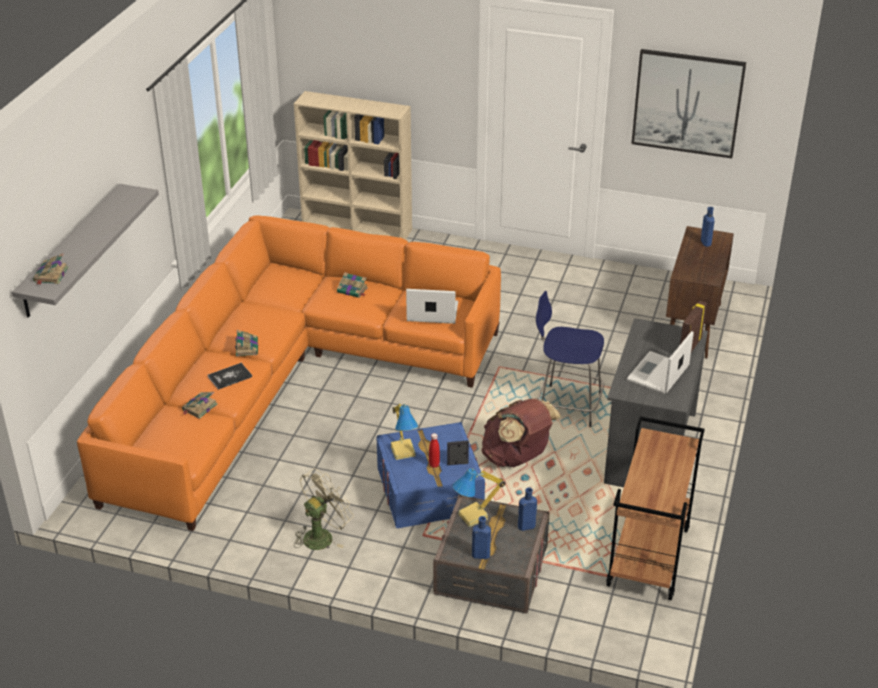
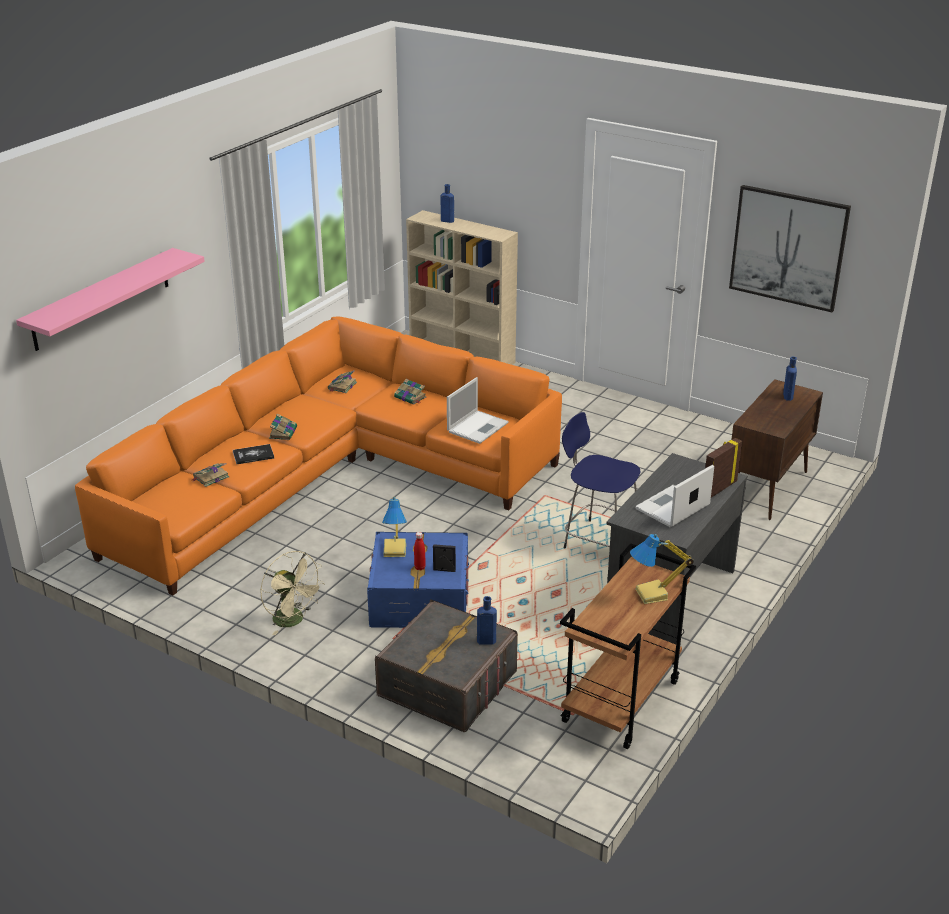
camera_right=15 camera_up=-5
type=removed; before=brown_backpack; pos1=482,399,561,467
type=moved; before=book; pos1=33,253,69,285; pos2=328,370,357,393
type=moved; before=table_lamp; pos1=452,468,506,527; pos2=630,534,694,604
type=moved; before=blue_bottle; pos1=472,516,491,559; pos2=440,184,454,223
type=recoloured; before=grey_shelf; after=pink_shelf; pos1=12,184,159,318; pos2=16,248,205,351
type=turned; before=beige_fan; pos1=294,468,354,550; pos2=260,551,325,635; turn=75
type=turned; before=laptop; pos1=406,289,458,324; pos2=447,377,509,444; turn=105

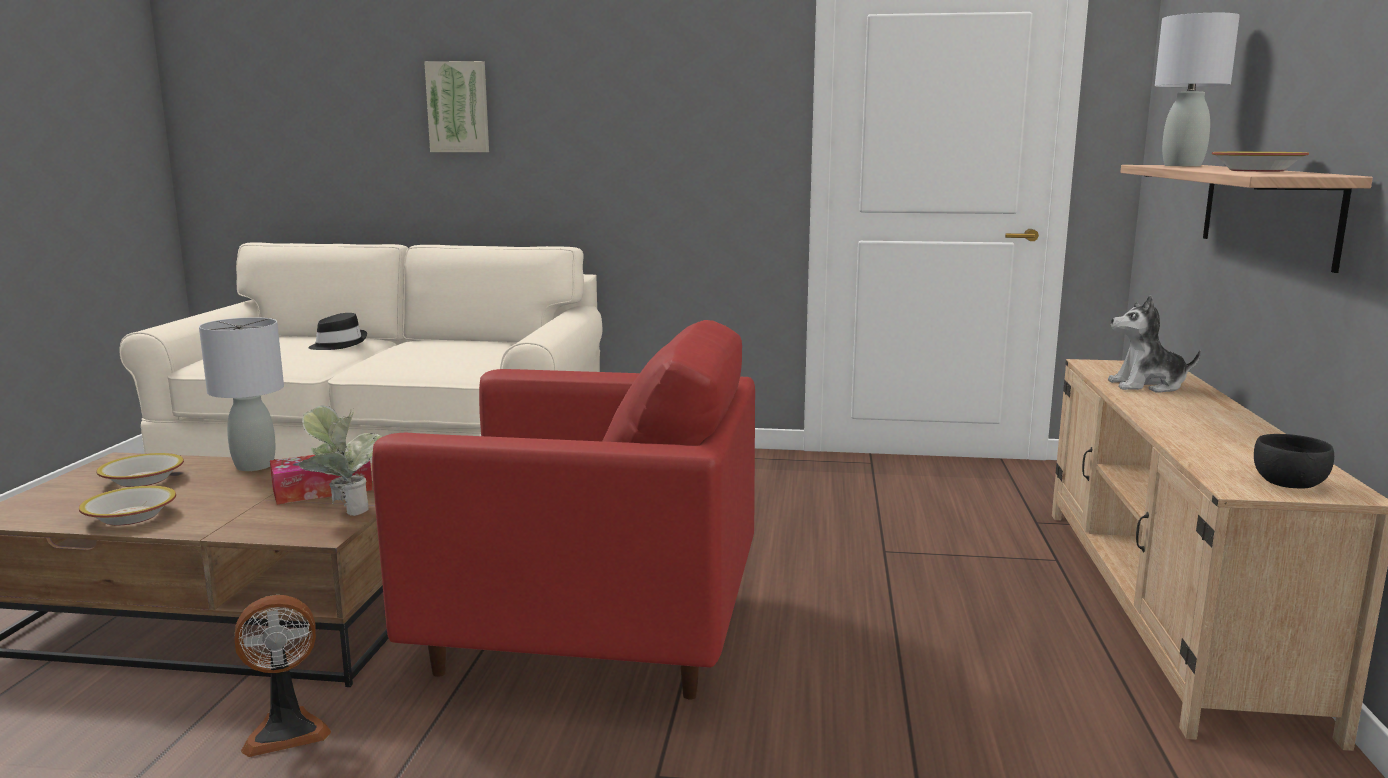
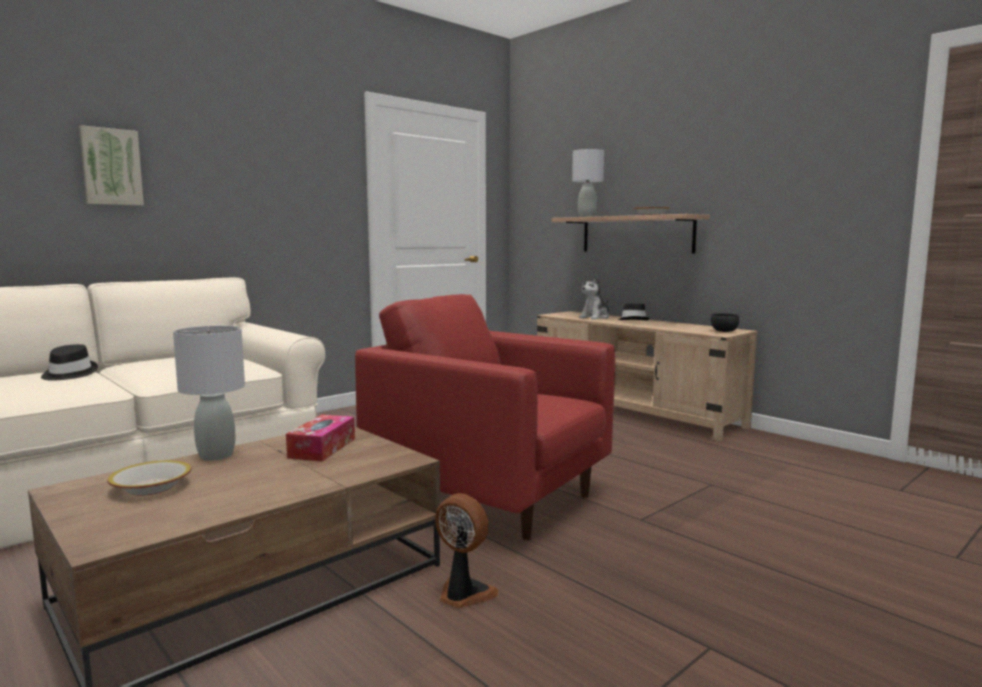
camera_right=-50 camera_up=-5
type=removed; before=bowl; pos1=79,486,176,525
type=removed; before=potted_plant; pos1=299,405,382,516
type=added; after=black_hat; pos2=618,303,650,320
type=turned; before=fan; pos1=234,595,331,757; pos2=435,493,498,608; turn=-75
type=turned; before=red_armchair; pos1=372,320,755,699; pos2=355,294,615,540; turn=-105

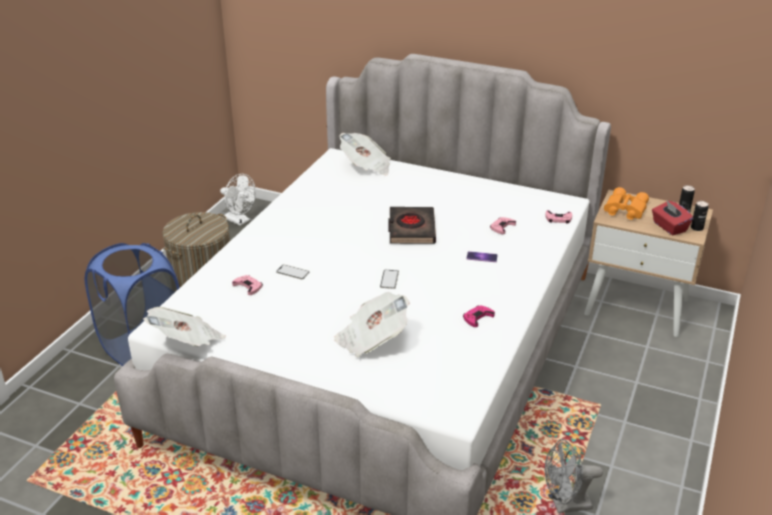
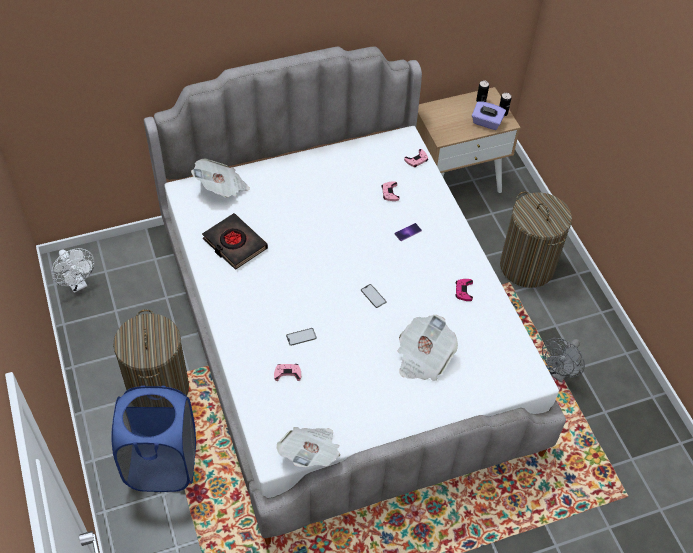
camera_right=-45 camera_up=20
type=removed; before=orange_binoculars; pos1=604,187,649,220
type=added; after=laundry_basket; pos2=500,191,572,288
type=moved; before=black_book; pos1=388,207,436,244; pos2=202,213,268,270
type=recoloured; before=red_tissue_box; after=purple_tissue_box; pos1=652,201,693,235; pos2=472,101,506,130
type=turned; before=white_fan; pos1=220,174,256,226; pos2=51,248,94,293; turn=60

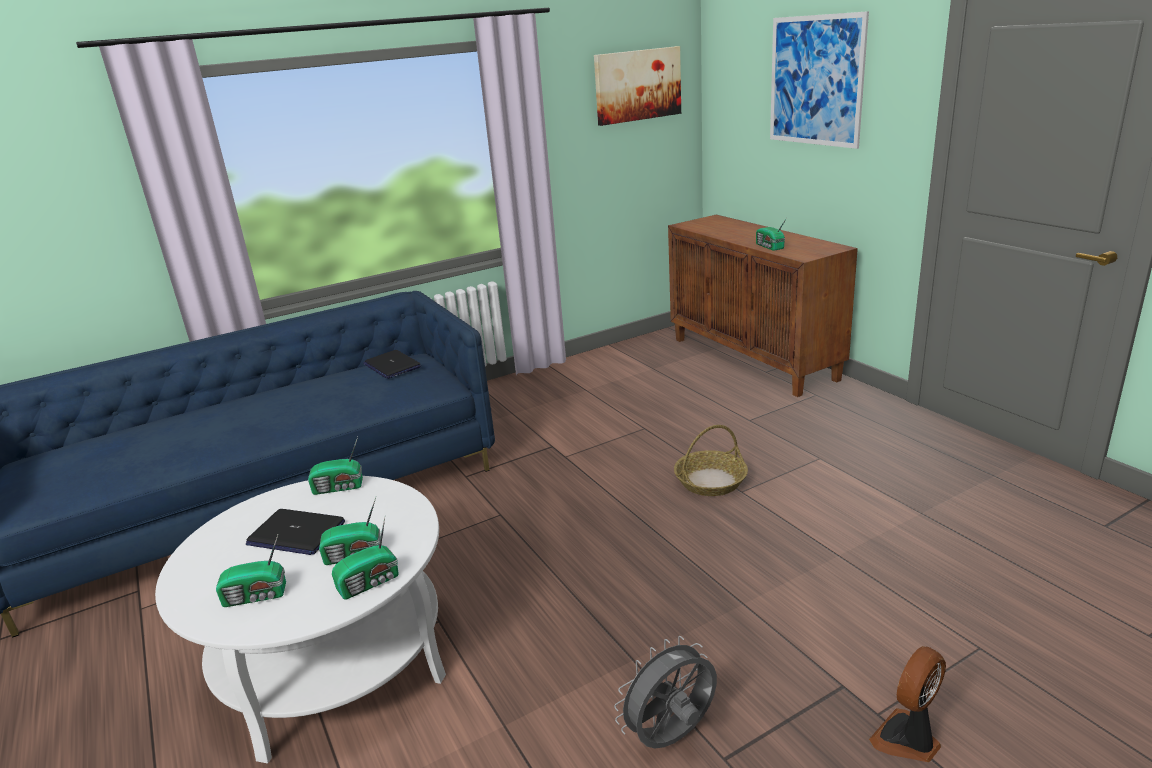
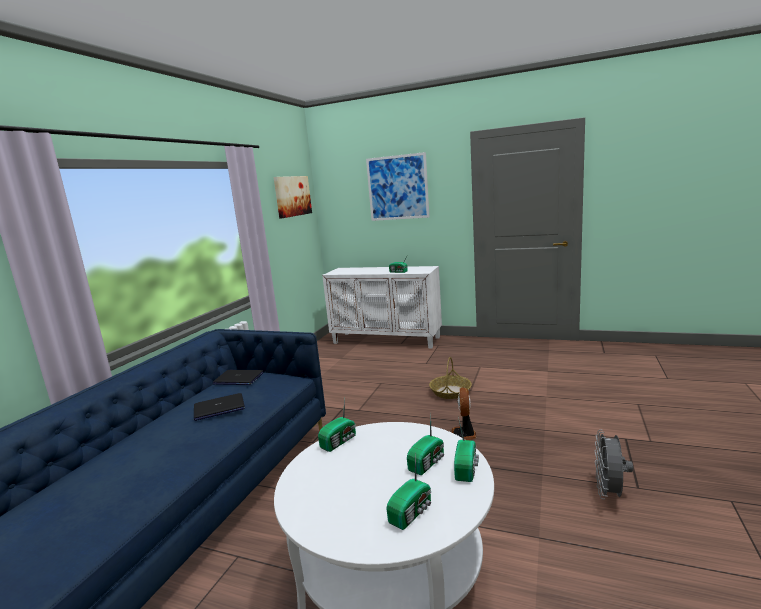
camera_right=-40 camera_up=-10
type=moved; before=laptop; pos1=246,509,345,555; pos2=194,393,245,421
type=moved; before=fan; pos1=869,646,946,762; pos2=452,387,476,440
type=recoloured; before=brown_cabinet; after=white_cabinet; pos1=668,215,858,397; pos2=322,266,442,349

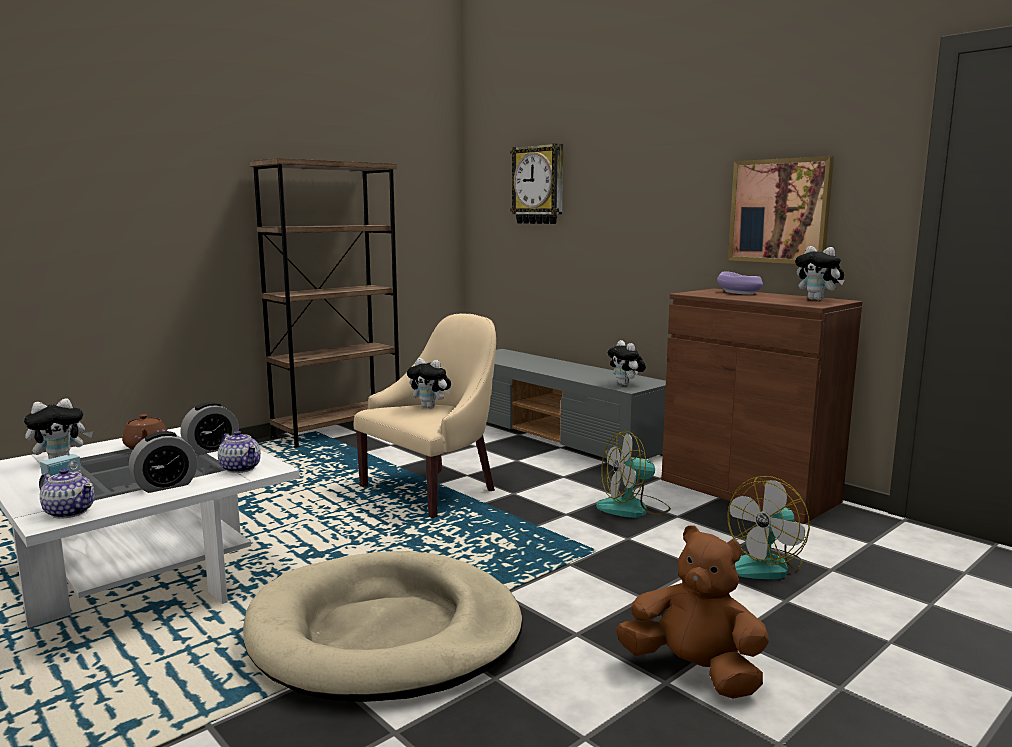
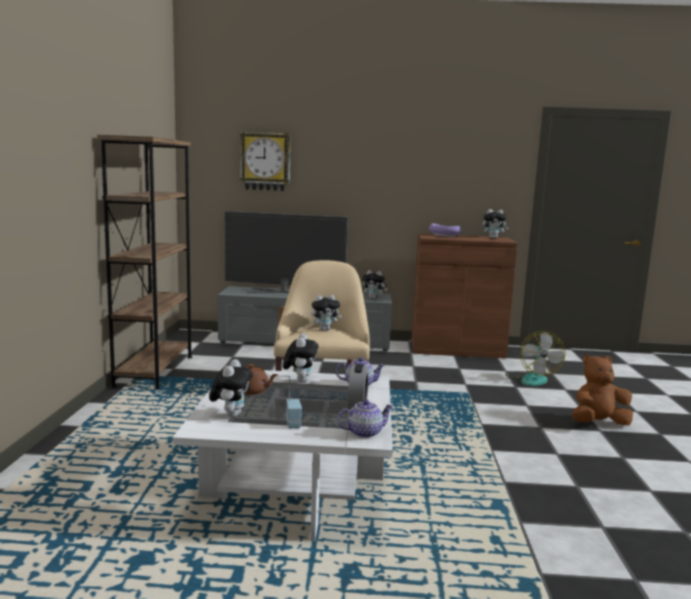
camera_right=-45 camera_up=0
type=removed; before=beige_dog_bed; pos1=243,551,523,702
type=removed; before=fan; pos1=596,431,671,518
type=removed; before=picture; pos1=728,156,834,264
type=added; after=television; pos2=225,211,348,293
type=replaced; before=alarm_clock; after=plush_toy; pos1=180,402,239,455; pos2=283,333,318,383

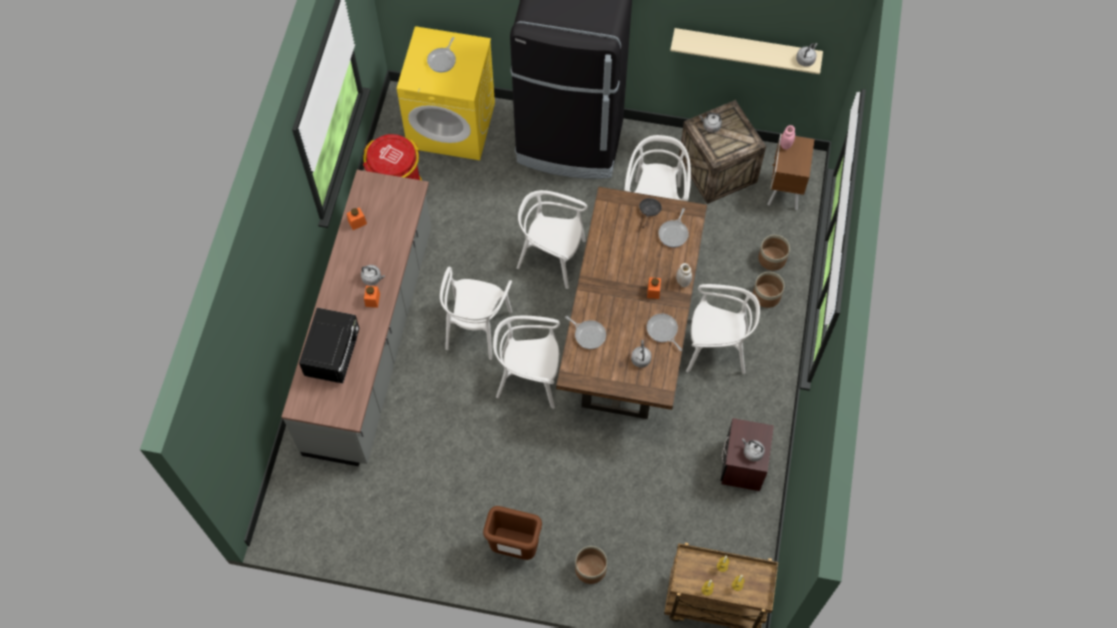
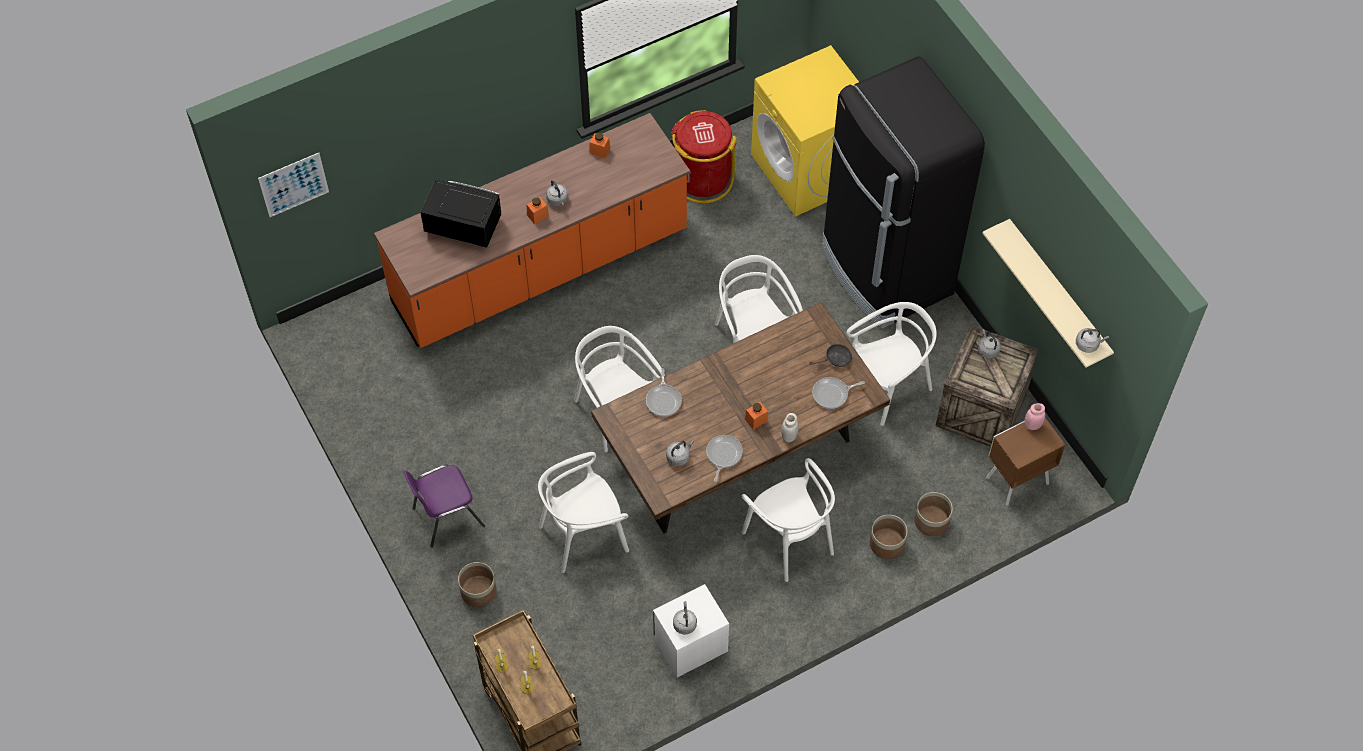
camera_right=50 camera_up=-5
type=removed; before=frying_pan; pos1=427,37,456,72
type=added; after=picture; pos2=258,153,329,217
type=moved; before=white_chair; pos1=440,267,512,360; pos2=538,452,629,573
type=replaced; before=brown_trash_can; after=purple_chair; pos1=483,506,542,560; pos2=403,465,485,548
type=recoloured; before=grey_counter; after=orange_counter; pos1=281,170,431,466; pos2=374,113,690,348
type=recoloured; before=brown_nightstand; after=white_nightstand; pos1=720,418,774,491; pos2=653,584,729,678
type=turned; before=black_microwave; pos1=299,308,360,383; pos2=420,179,501,248; turn=-135

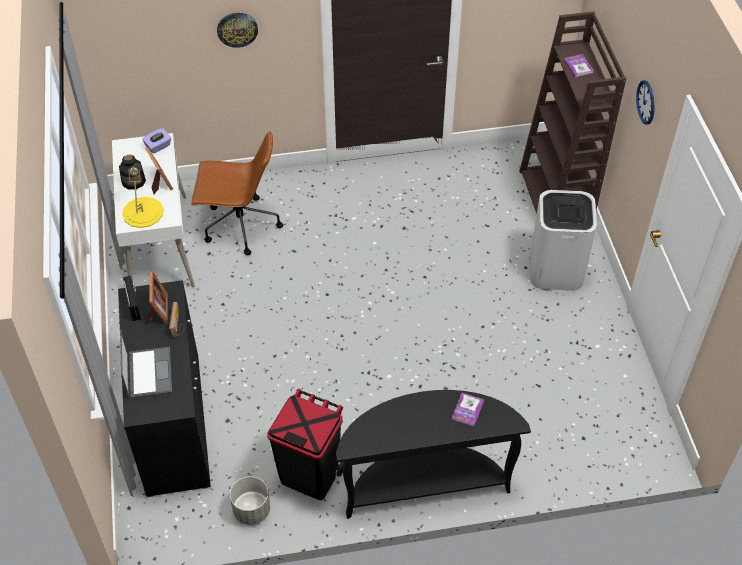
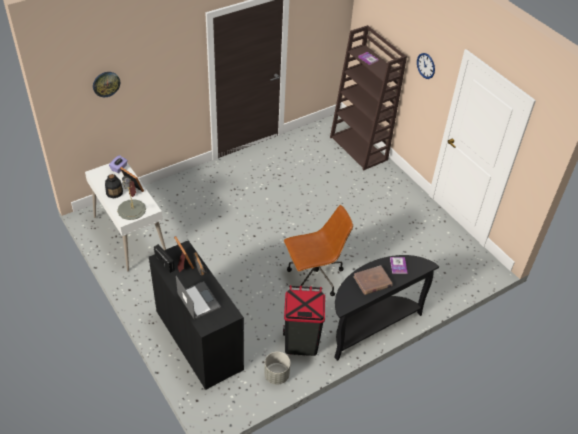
camera_right=-25 camera_up=-5
type=removed; before=white_trash_can; pos1=530,190,597,291
type=added; after=brown_book; pos2=354,265,393,295
type=moved; before=brown_office_chair; pos1=191,131,283,255; pos2=284,205,353,296
type=moved; before=wall_clock; pos1=217,13,258,48; pos2=93,72,120,97
type=recoloured; before=yellow_table_lamp; after=grey_table_lamp; pos1=122,163,164,228; pos2=117,176,146,220

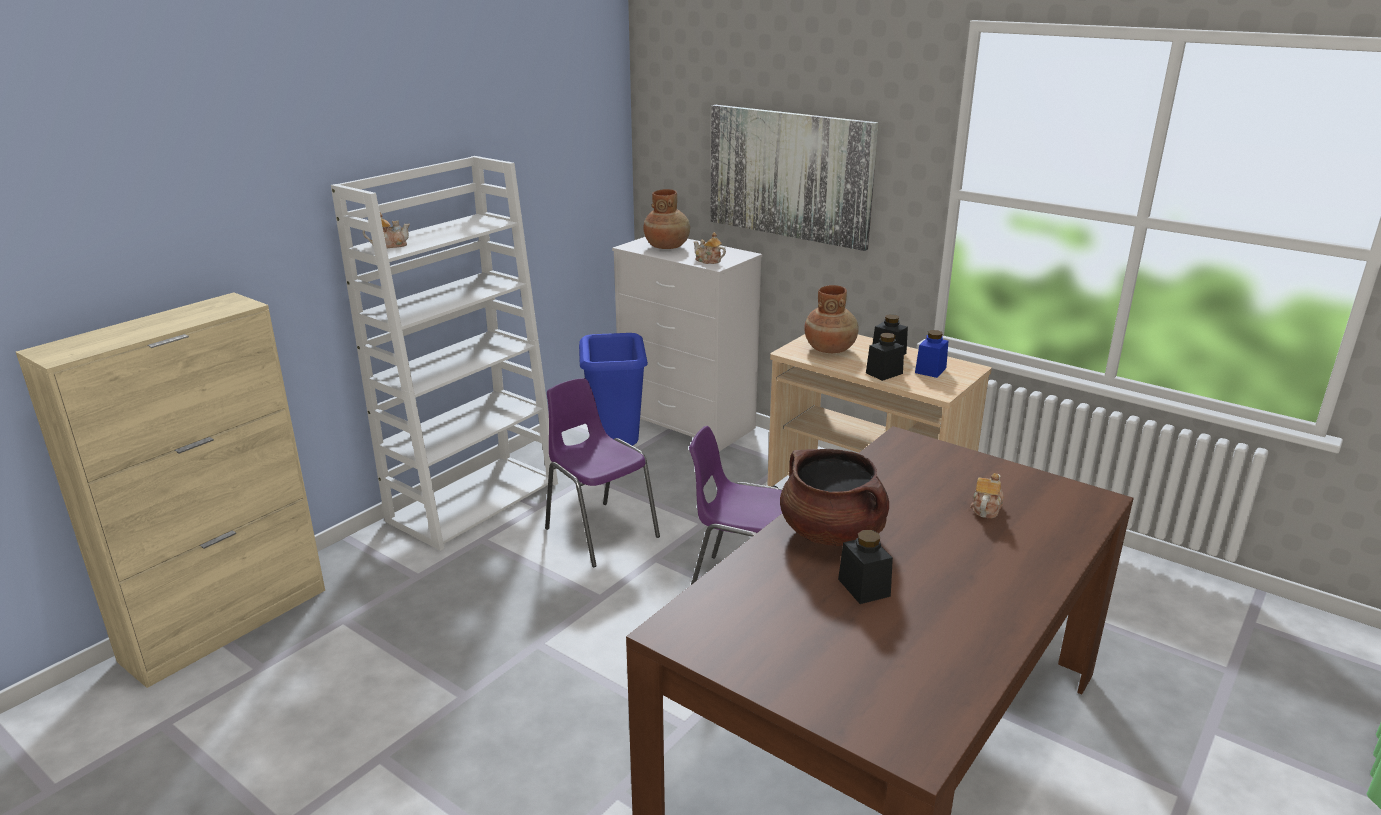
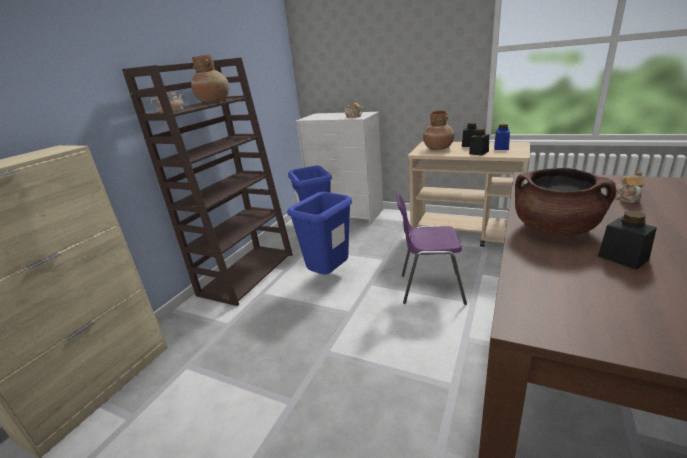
camera_right=-10 camera_up=0
type=removed; before=picture; pos1=710,105,879,251
type=moved; before=brown_vase; pos1=643,189,690,249; pos2=191,54,229,103
type=replaced; before=purple_chair; after=blue_trash_can; pos1=545,378,660,567; pos2=287,192,352,274
type=recoloured; before=white_bookcase; after=brown_bookcase; pos1=331,156,558,551; pos2=122,57,293,306

